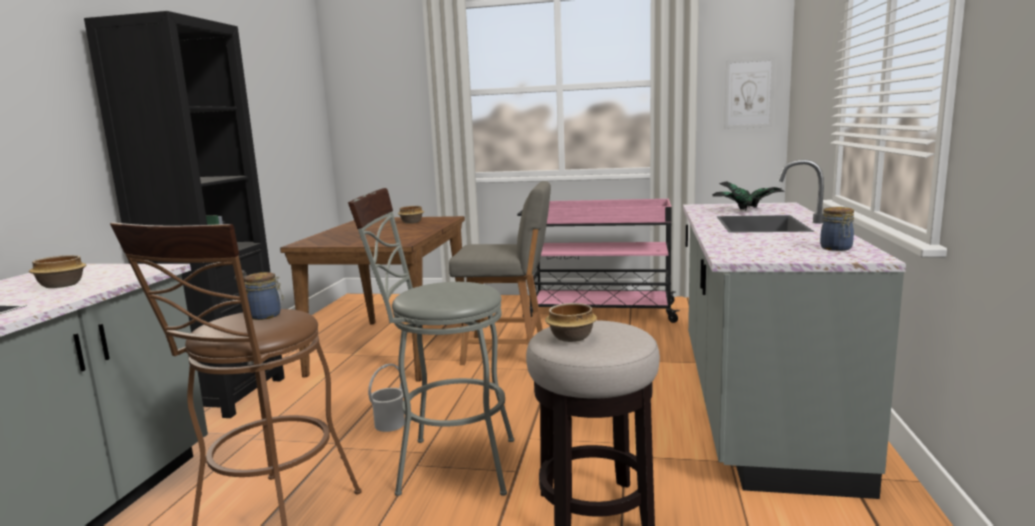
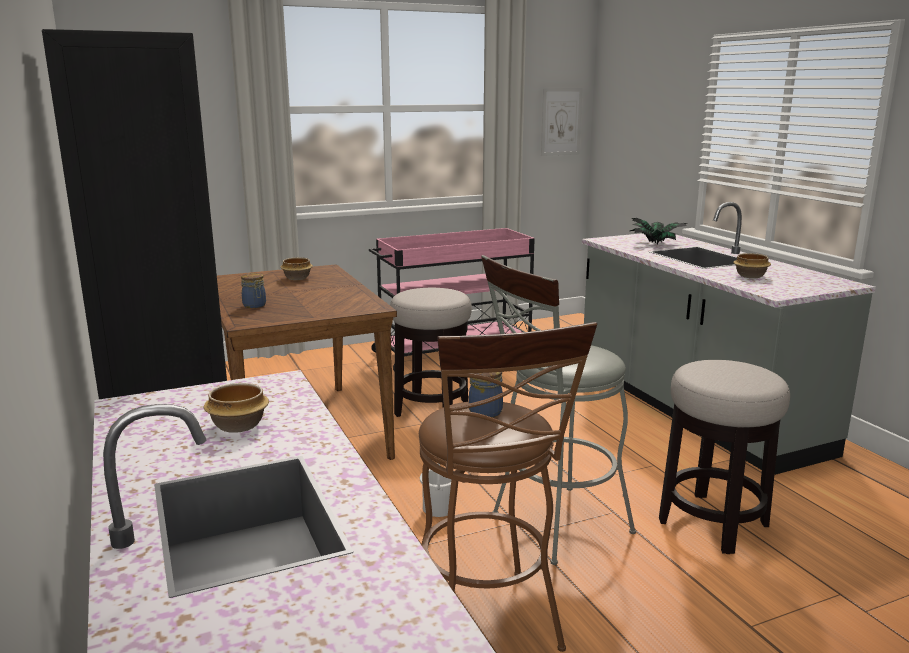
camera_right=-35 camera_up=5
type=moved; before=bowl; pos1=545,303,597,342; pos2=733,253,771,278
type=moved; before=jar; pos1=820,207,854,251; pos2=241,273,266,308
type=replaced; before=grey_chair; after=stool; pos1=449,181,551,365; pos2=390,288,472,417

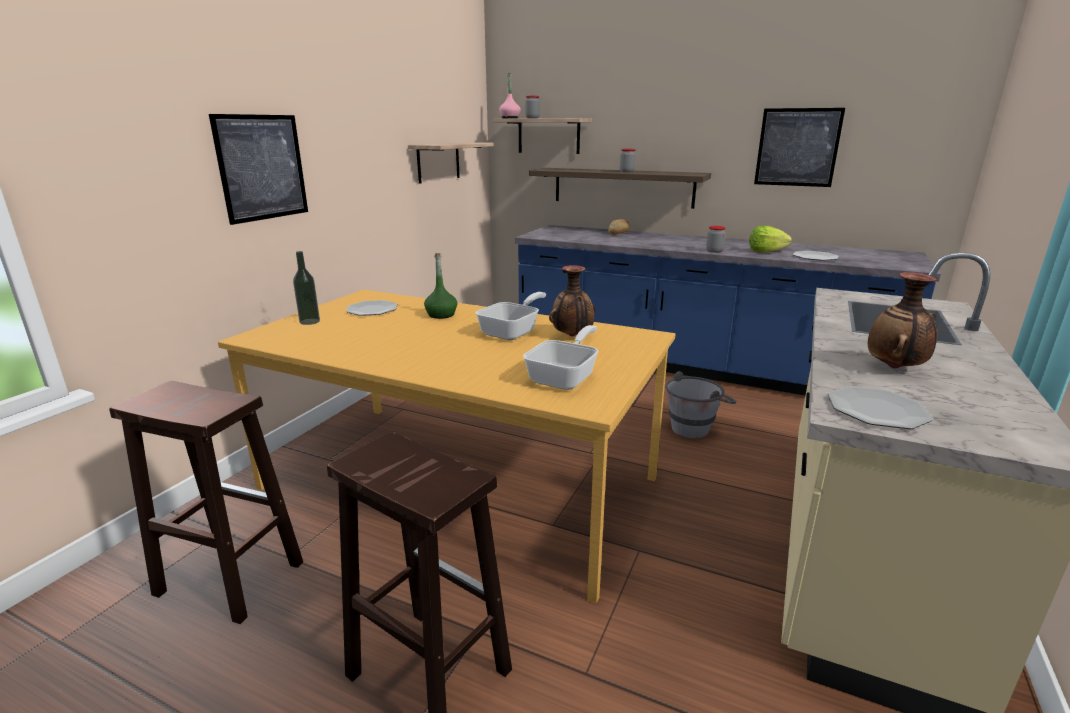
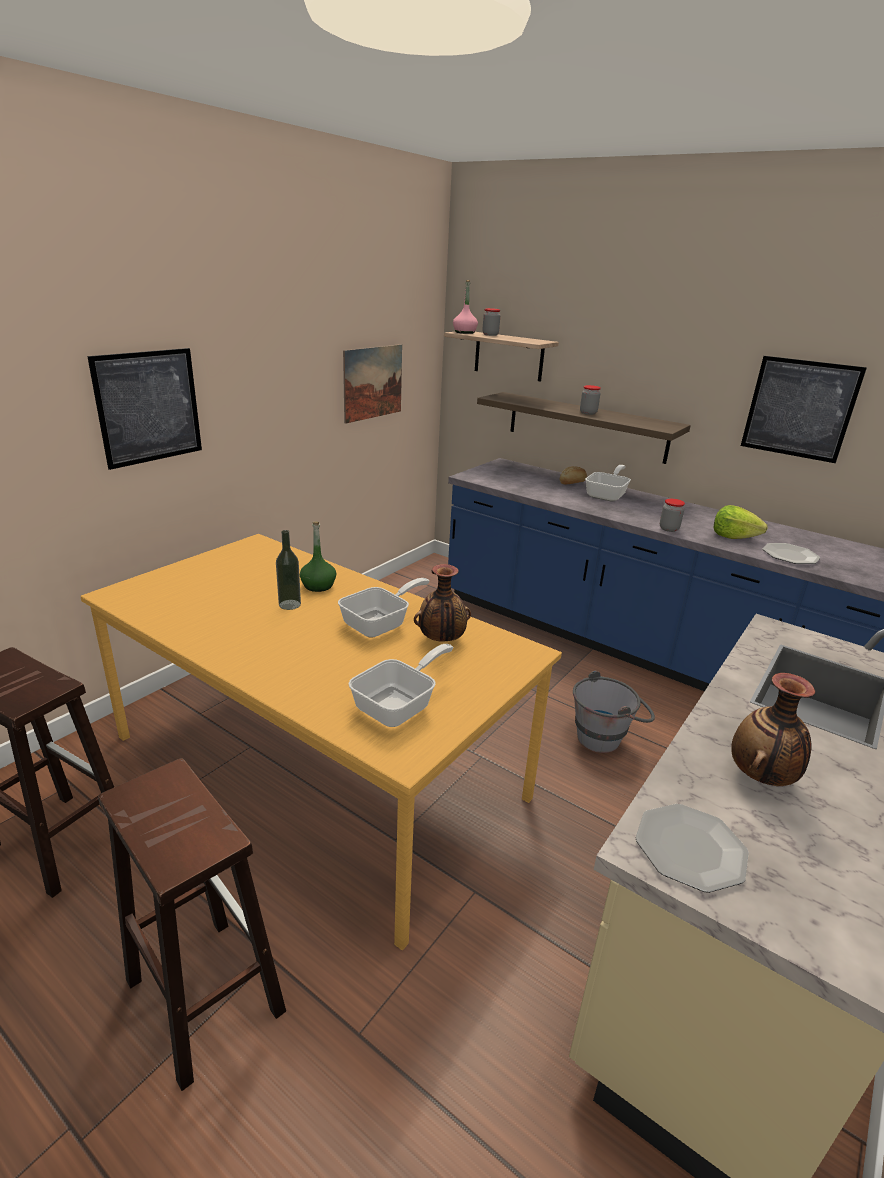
camera_right=10 camera_up=5
type=removed; before=plate; pos1=346,300,397,316
type=added; after=frying_pan; pos2=585,465,631,502
type=moved; before=bottle; pos1=293,251,320,325; pos2=276,530,301,610
type=replaced; before=shelf; after=picture; pos1=408,142,494,184; pos2=343,344,402,424

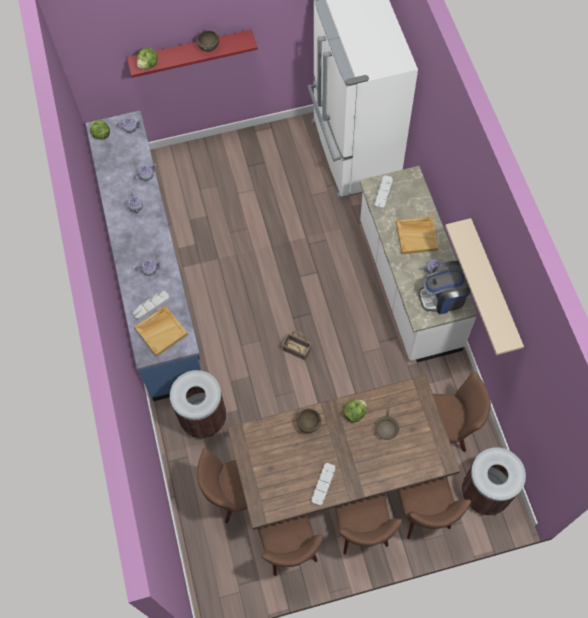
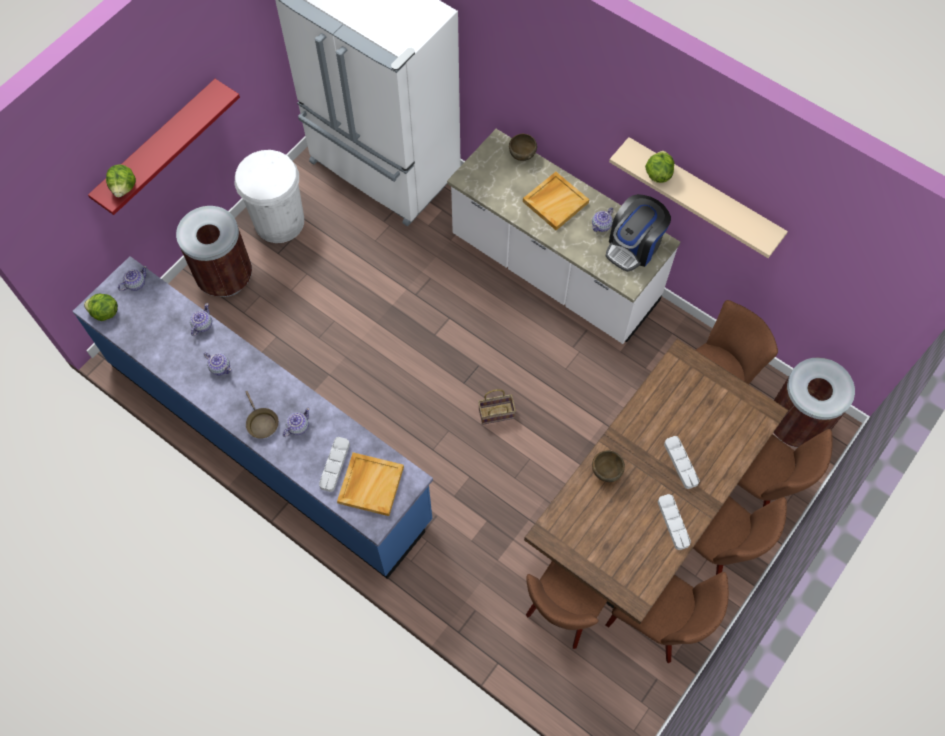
camera_right=-40 camera_up=0
type=added; after=white_trash_can; pos2=235,150,304,243
type=moved; before=brown_trash_can; pos1=170,370,227,438; pos2=176,206,252,297
type=moved; before=brown_bowl; pos1=197,31,219,52; pos2=509,134,537,161
type=moved; before=lettuce; pos1=343,400,367,422; pos2=645,151,674,183
type=moved; before=grey_tray; pos1=374,175,393,210; pos2=664,436,699,489
type=moved; before=brown_frying_pan; pos1=374,399,399,440; pos2=246,391,279,439

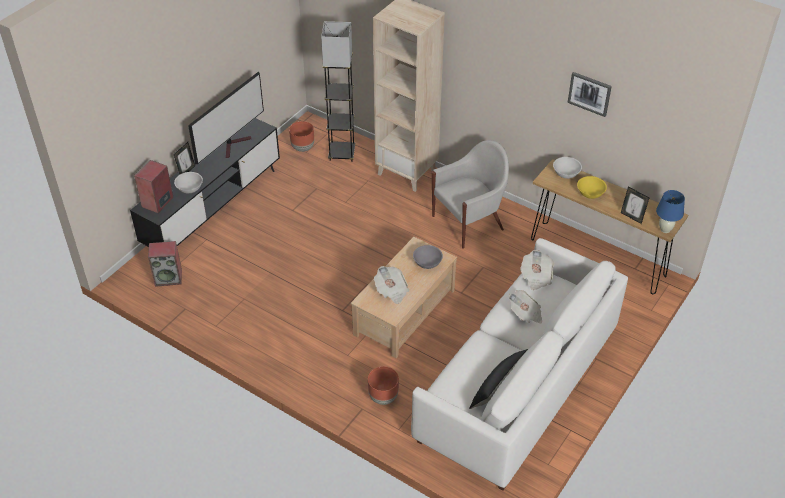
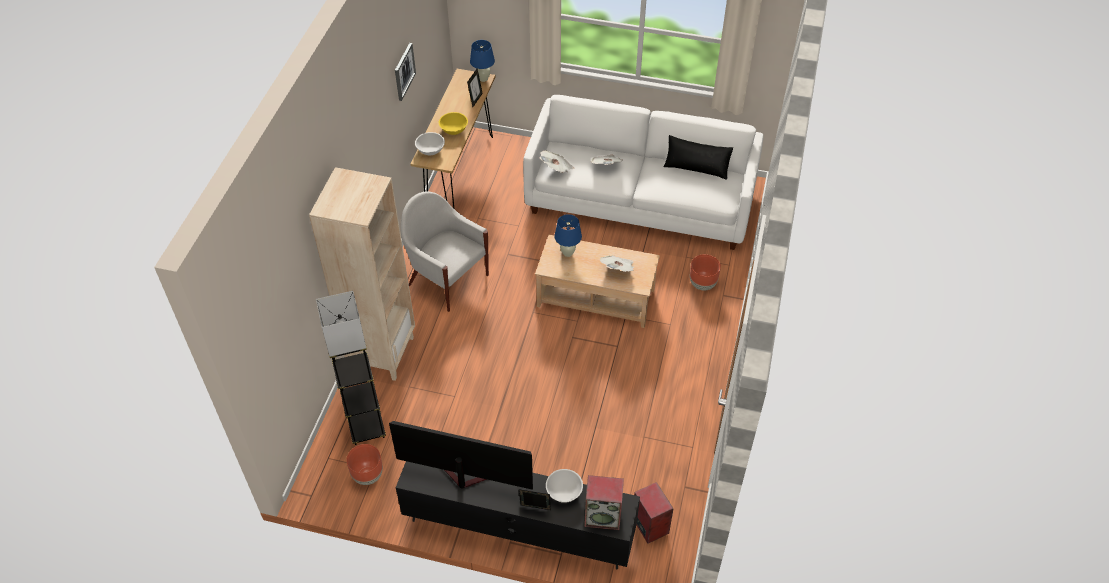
camera_right=-110 camera_up=5
type=replaced; before=grey_bowl; after=blue_table_lamp; pos1=413,245,443,269; pos2=554,214,582,257

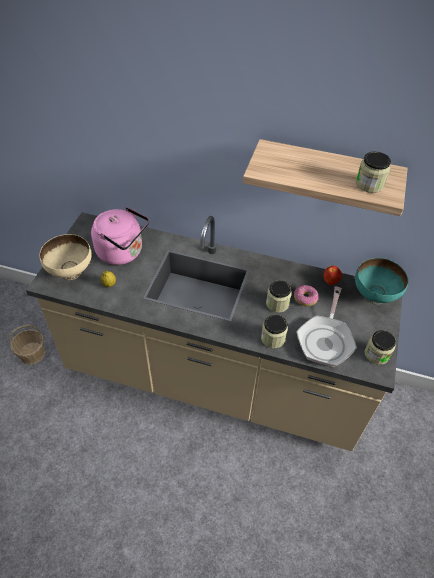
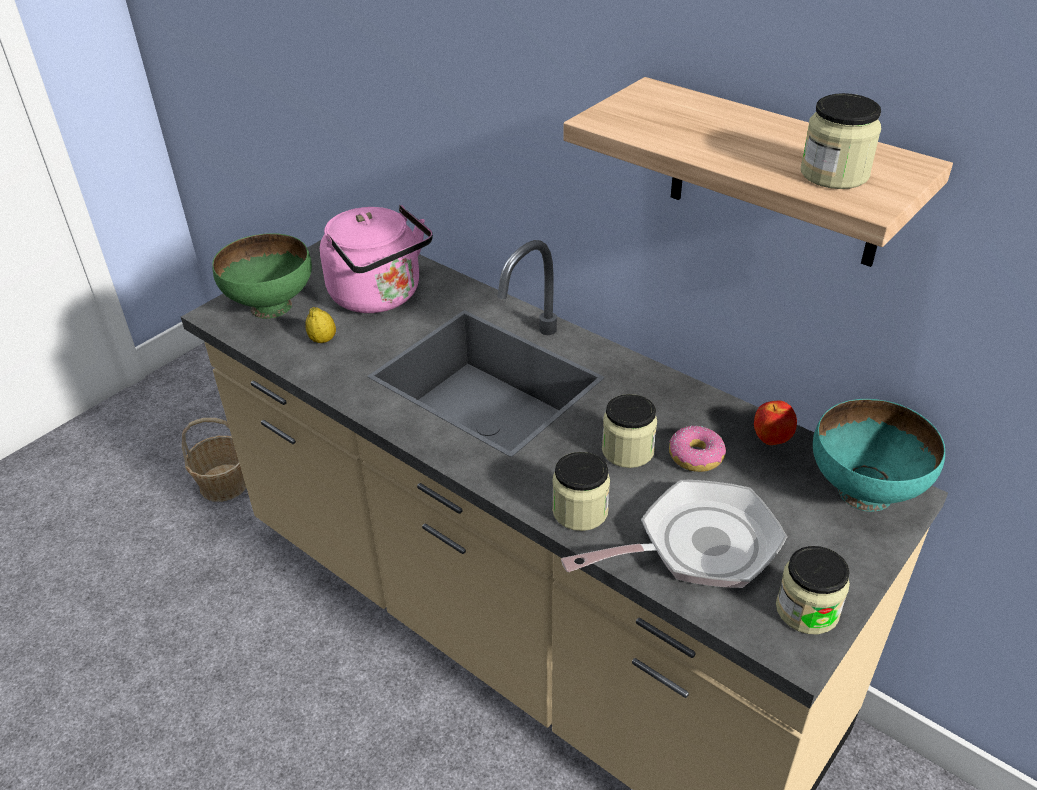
camera_right=25 camera_up=-10
type=recoloured; before=beige_bowl; after=green_bowl; pos1=39,234,92,280; pos2=212,233,312,318
type=turned; before=frying_pan; pos1=296,286,357,367; pos2=561,480,787,588; turn=-150

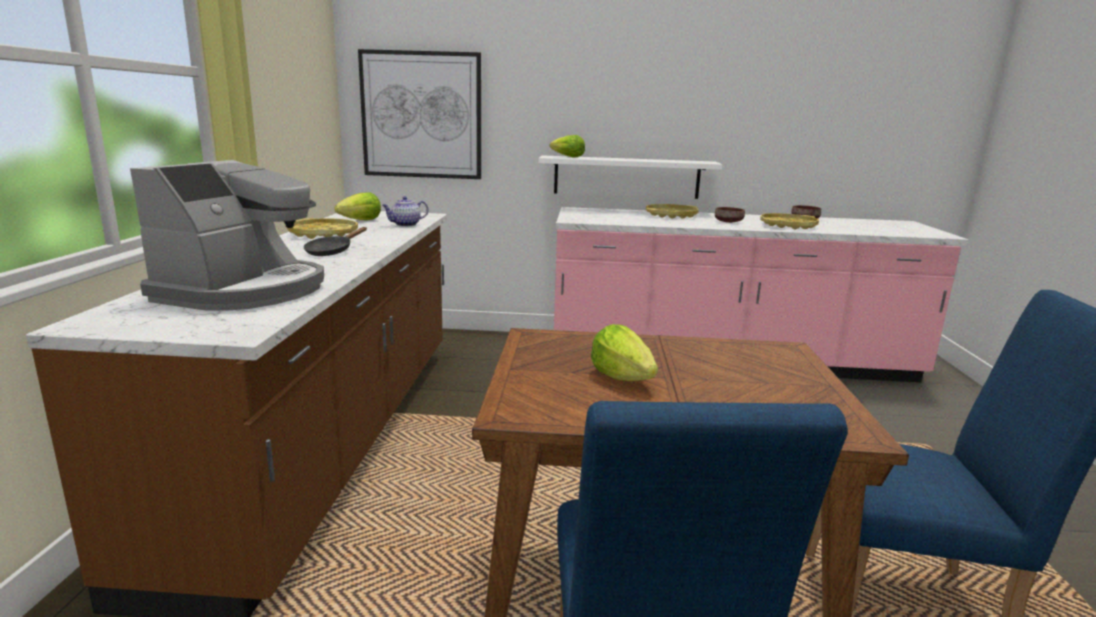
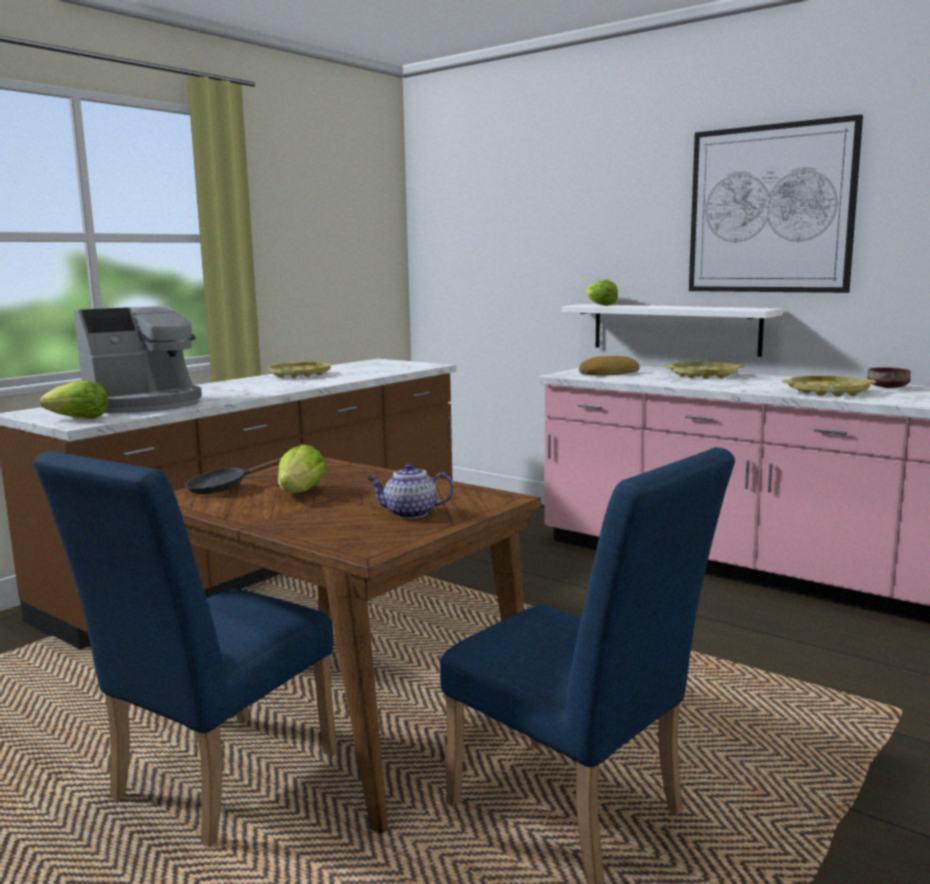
camera_right=35 camera_up=-5
type=removed; before=brown_bowl; pos1=715,207,745,223
type=added; after=bread; pos2=579,356,640,375
type=moved; before=black_frying_pan; pos1=303,227,367,256; pos2=186,458,281,495
type=moved; before=lettuce; pos1=335,192,381,220; pos2=40,381,108,419
type=moved; before=picture; pos1=358,49,481,179; pos2=689,115,863,293
type=moved; before=teapot; pos1=382,196,428,227; pos2=367,463,454,519

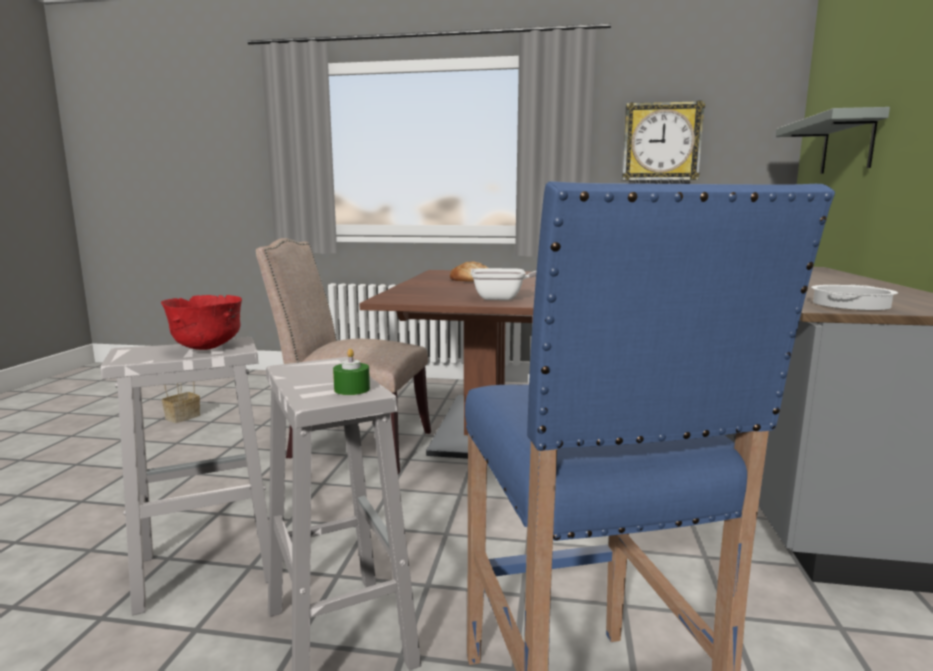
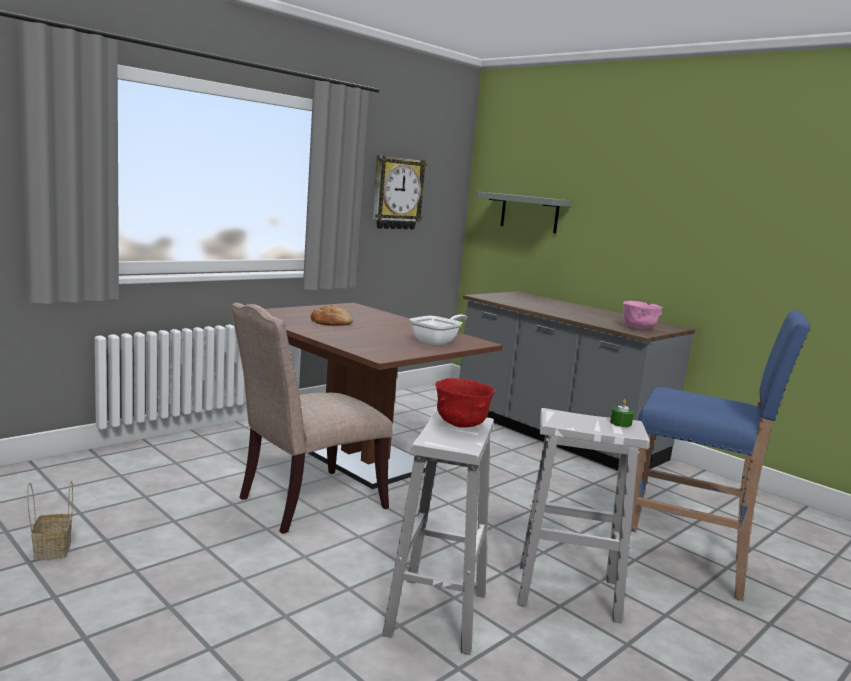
camera_right=-55 camera_up=0
type=replaced; before=cooking_pot; after=pink_bowl; pos1=811,285,898,310; pos2=622,301,663,330

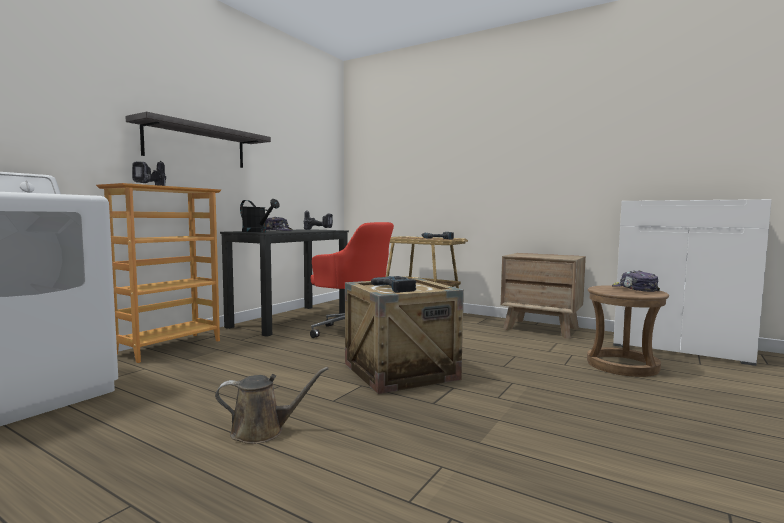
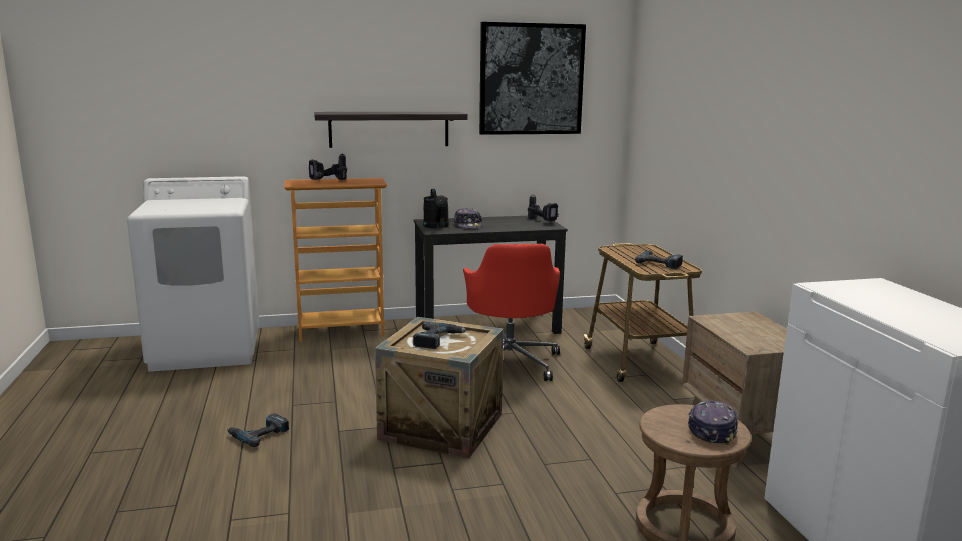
camera_right=45 camera_up=10
type=added; after=picture; pos2=479,22,586,135
type=replaced; before=brown_watering_can; after=power_drill; pos1=215,367,329,444; pos2=227,413,289,447

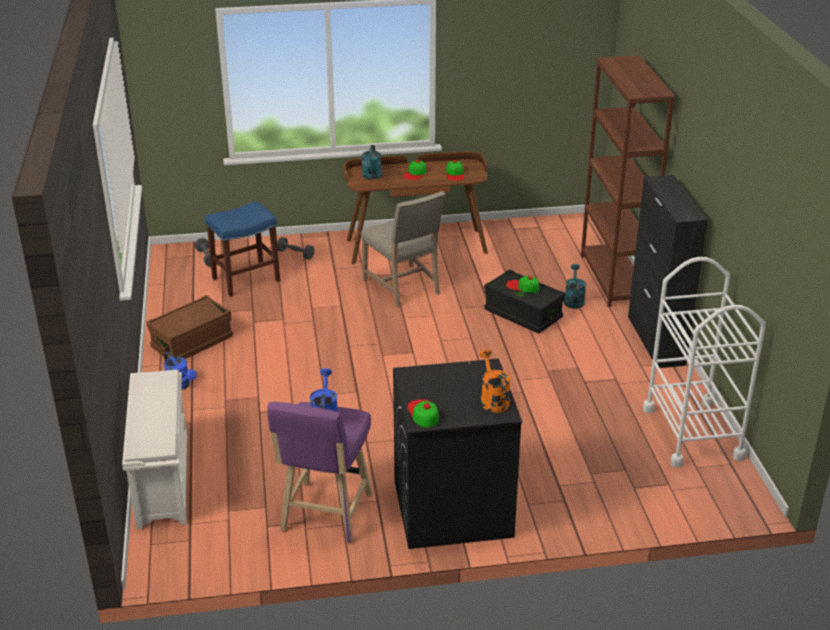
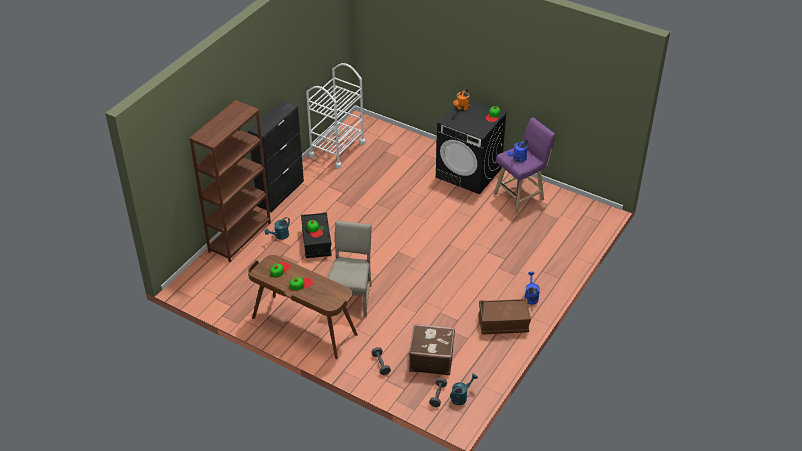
camera_right=-140 camera_up=10
type=removed; before=white_shoe_rack; pos1=122,370,187,529
type=moved; before=turquoise_watering_can; pos1=361,145,382,179; pos2=450,374,478,405
type=replaced; before=blue_stool; after=brown_suitcase; pos1=205,201,280,297; pos2=409,324,455,375

